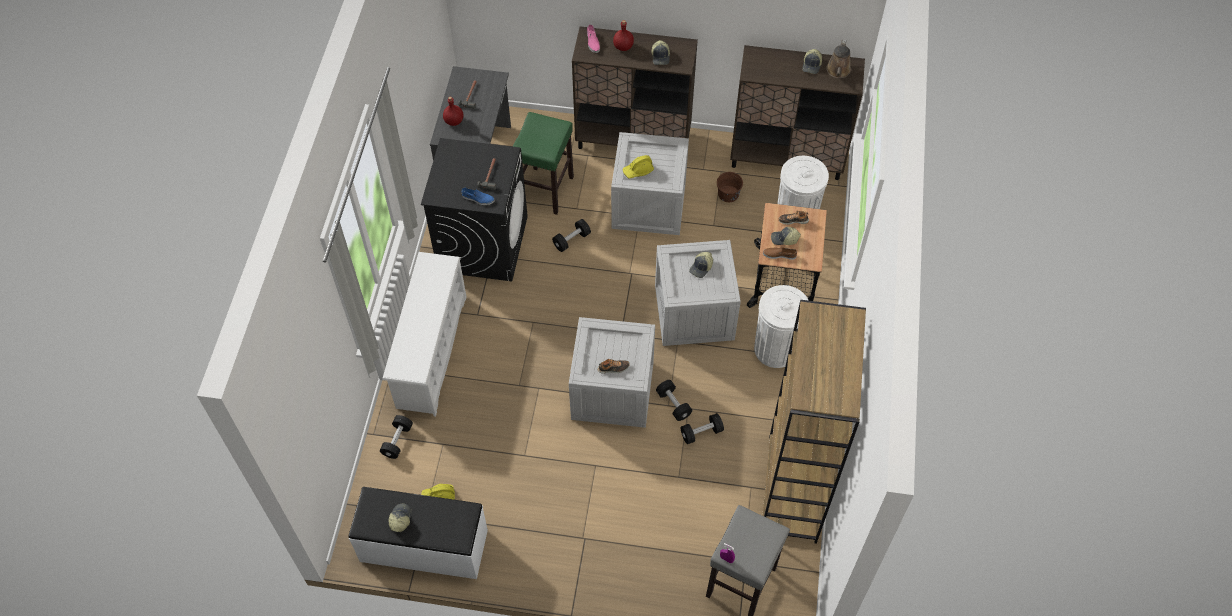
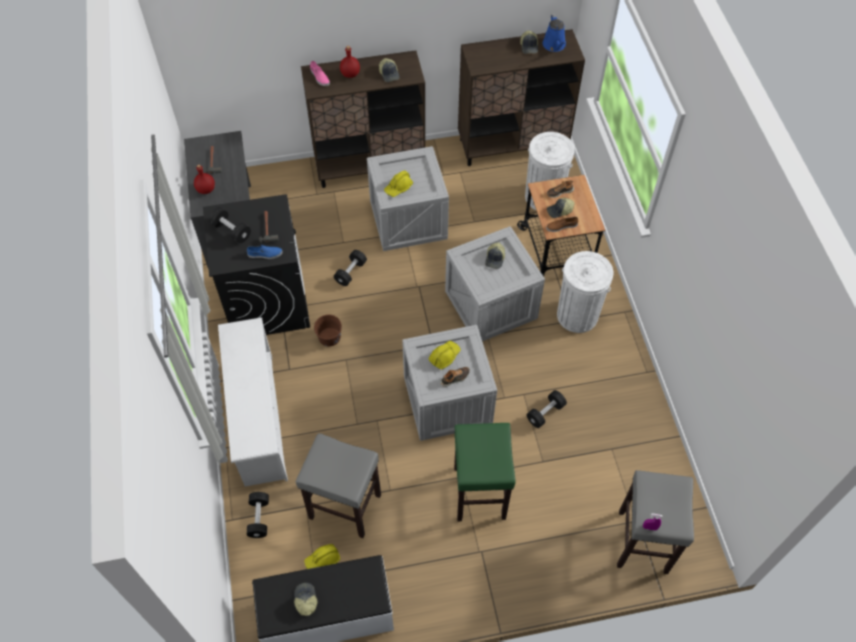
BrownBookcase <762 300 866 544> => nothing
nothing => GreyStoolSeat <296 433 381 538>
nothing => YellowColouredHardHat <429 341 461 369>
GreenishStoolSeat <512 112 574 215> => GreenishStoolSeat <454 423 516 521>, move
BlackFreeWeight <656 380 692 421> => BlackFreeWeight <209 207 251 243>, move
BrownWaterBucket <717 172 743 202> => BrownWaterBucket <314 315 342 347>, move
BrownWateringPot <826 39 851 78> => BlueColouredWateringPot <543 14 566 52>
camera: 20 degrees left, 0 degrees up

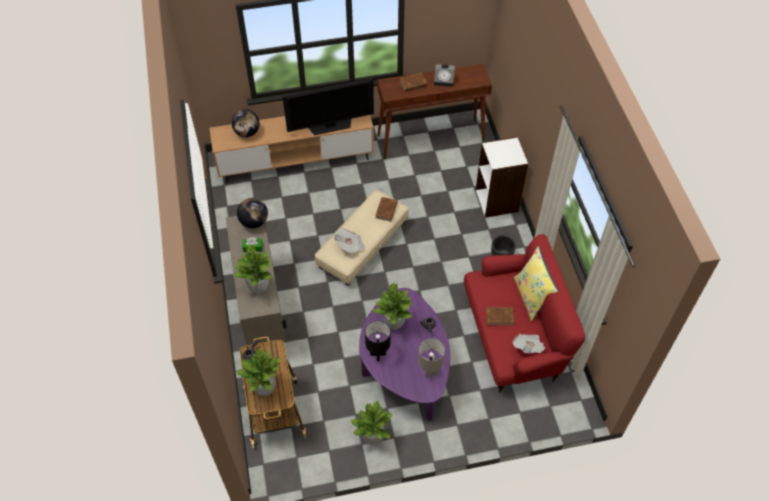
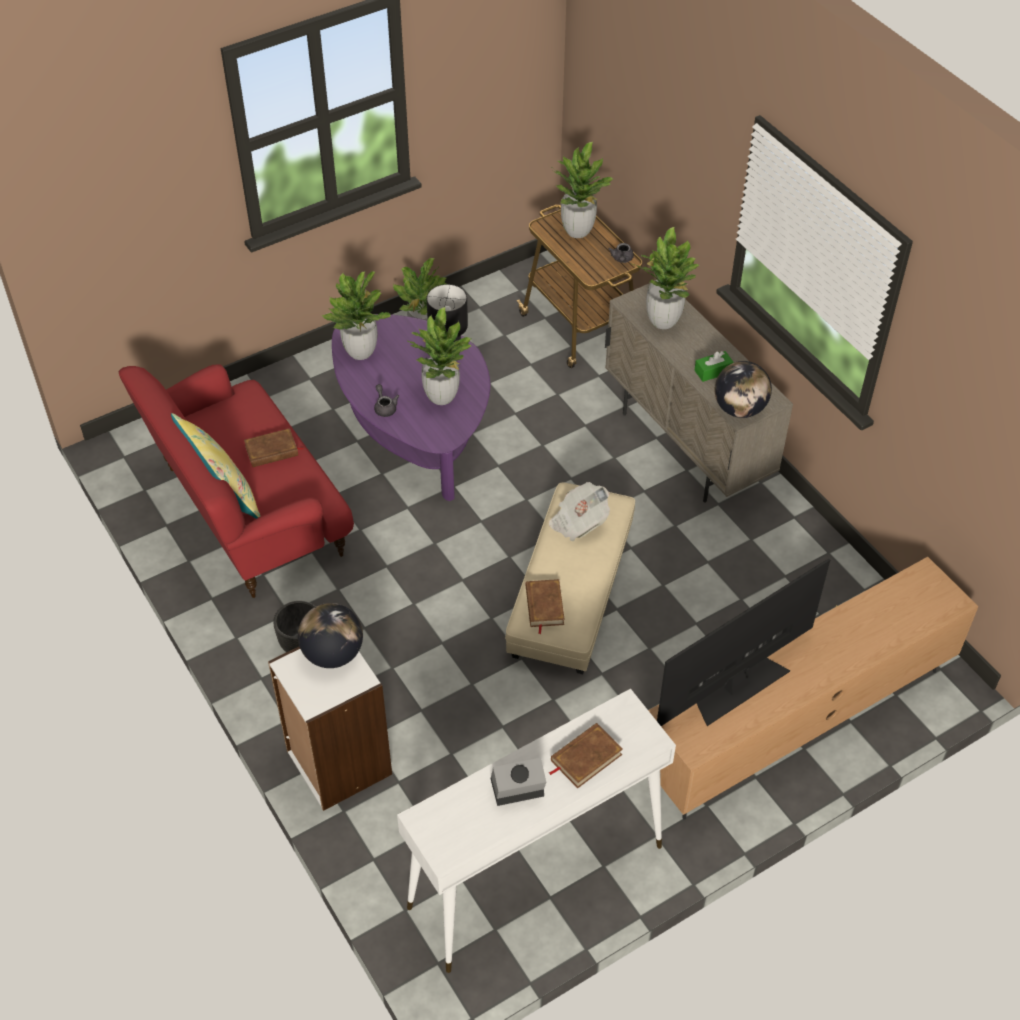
DailyPaper <512 334 545 353> => nothing
WorldGlobe <232 109 259 137> => WorldGlobe <298 603 363 668>, move
GreyLampForATable <418 338 445 379> => Houseplant <321 271 390 360>
BrownHallTable <377 64 492 160> => WhiteColouredHallTable <397 689 676 973>
camera: 160 degrees right, 5 degrees down

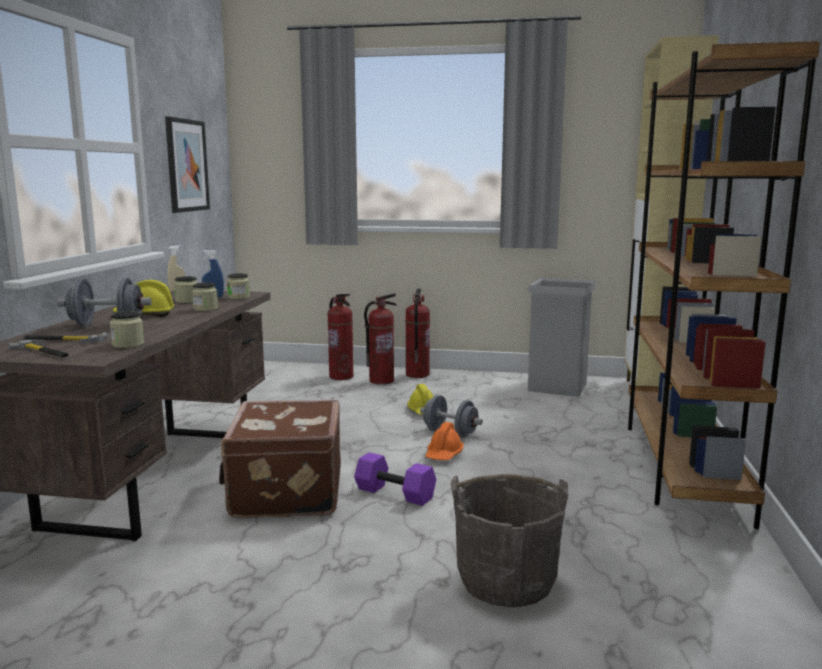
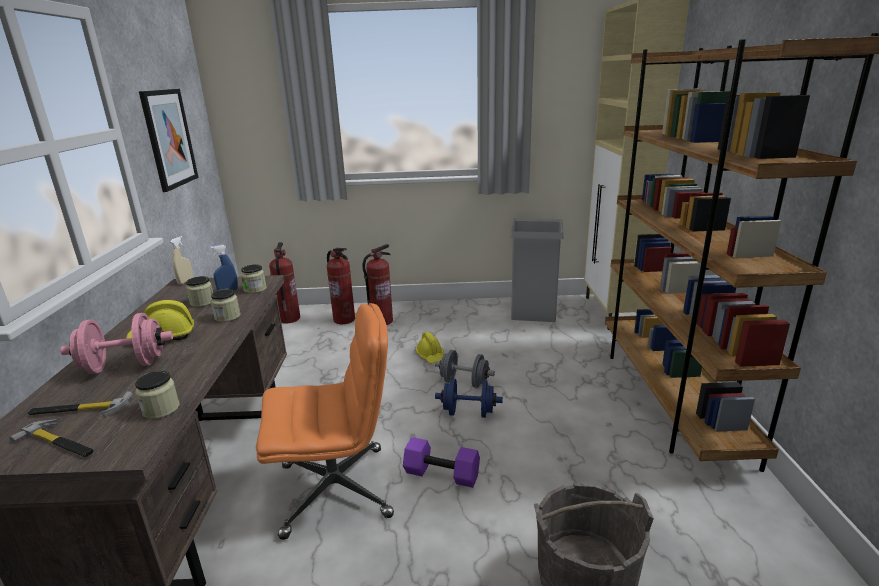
FireExtinguisher <405 288 430 378> => FireExtinguisher <269 242 300 323>, move
BrownTravelCase <219 400 341 518> => OrangeyComputerChair <256 303 394 540>
OrangeyHardHat <425 422 464 460> => BlueColouredFreeWeight <435 379 503 418>
GreyFreeWeight <57 278 152 327> => PinkFreeWeight <60 313 173 374>
camera: 10 degrees left, 10 degrees up

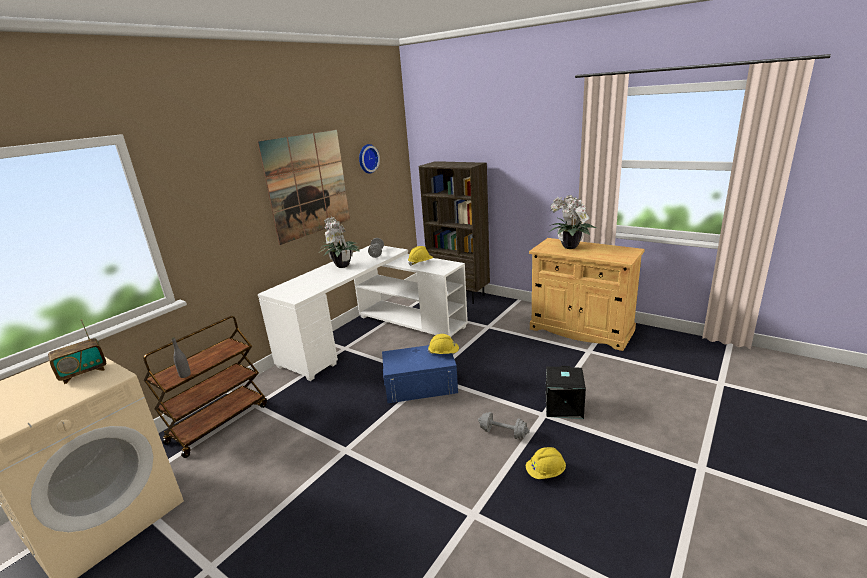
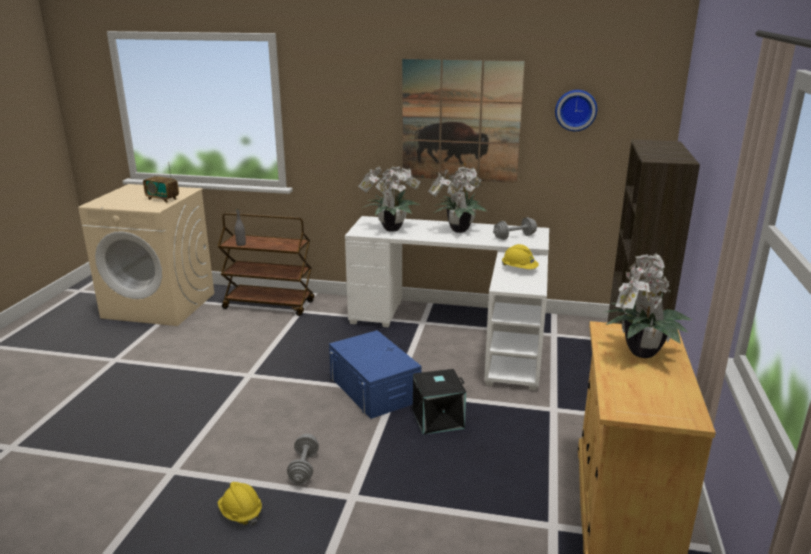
YellowColouredHardHat <428 334 459 354> => nothing
nothing => Houseplant <358 165 421 232>
BlackStorageBox <546 366 586 419> => BlackStorageBox <413 369 466 435>, move
camera: 65 degrees right, 0 degrees up

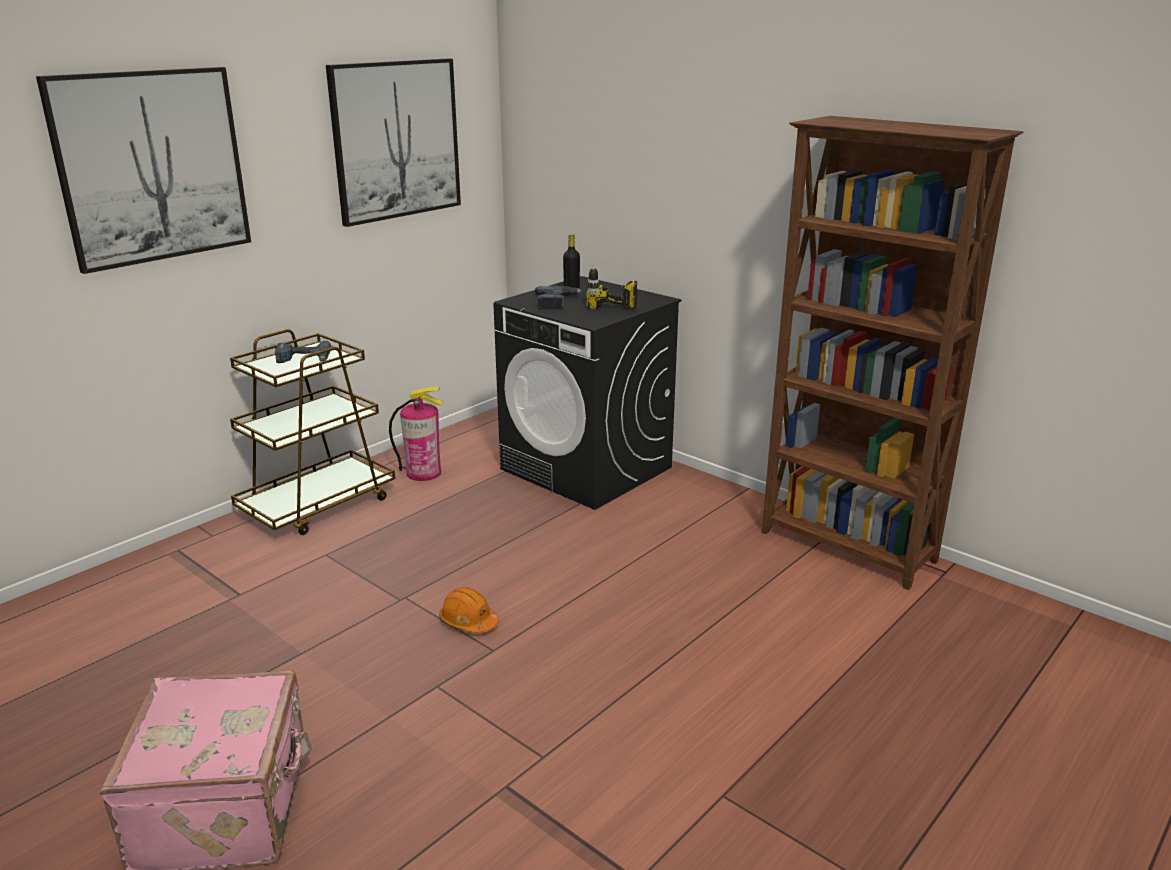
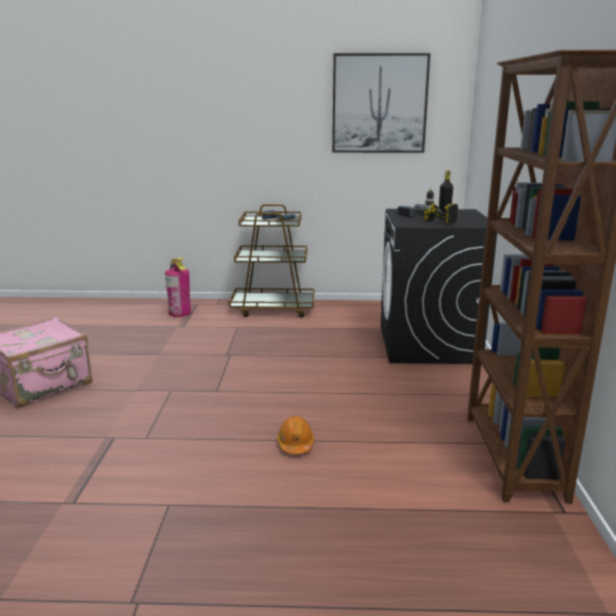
WallArt <36 67 251 274> => nothing
FireExtinguisher <389 387 443 481> => FireExtinguisher <165 258 191 317>, move
OrangeyHardHat <439 587 499 633> => OrangeyHardHat <277 416 314 454>, move
camera: 50 degrees right, 5 degrees down

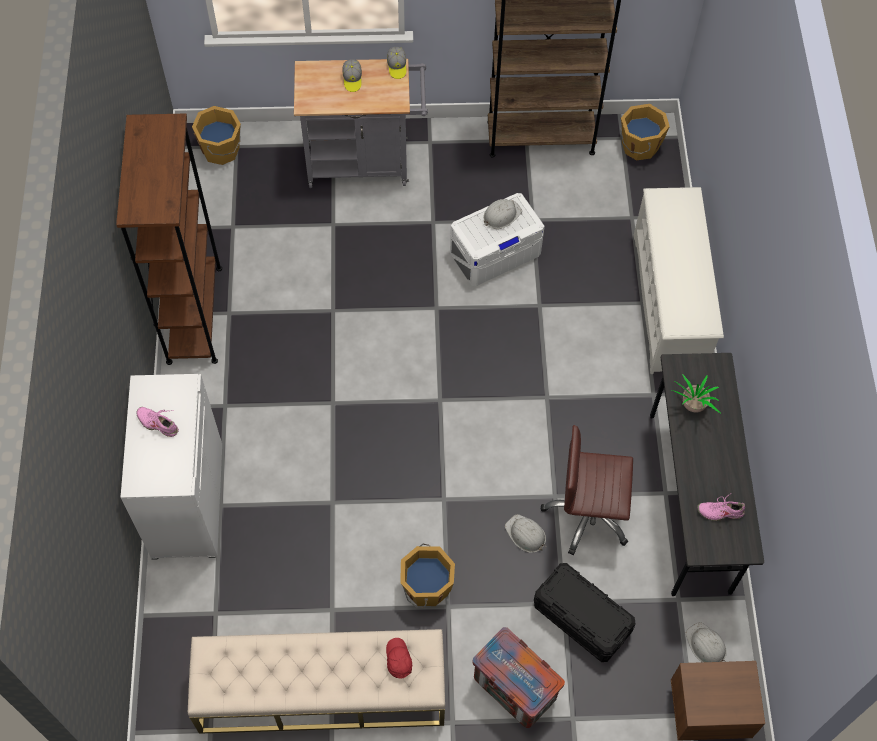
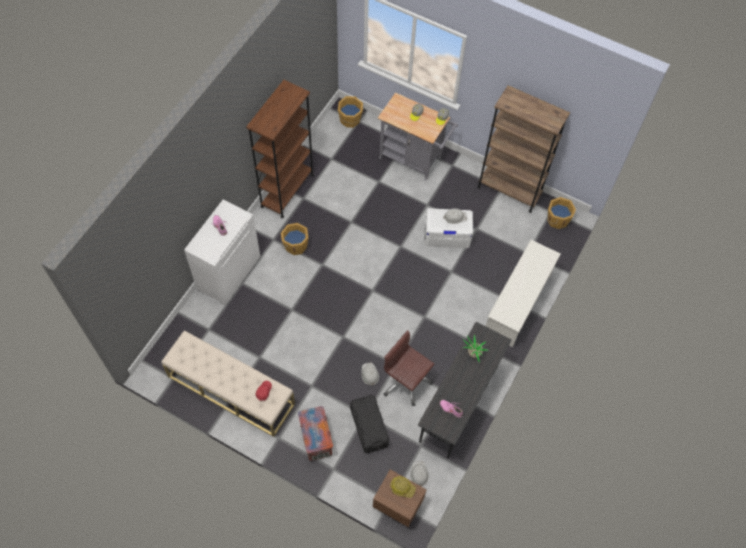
nothing => HardHat <390 476 416 498>
OrangeyWaterBucket <400 543 455 608> => OrangeyWaterBucket <281 223 308 255>, move
camera: 30 degrees right, 0 degrees up

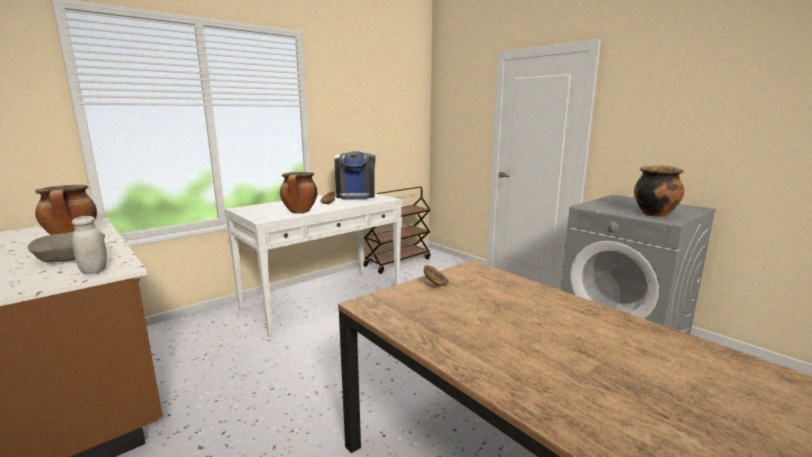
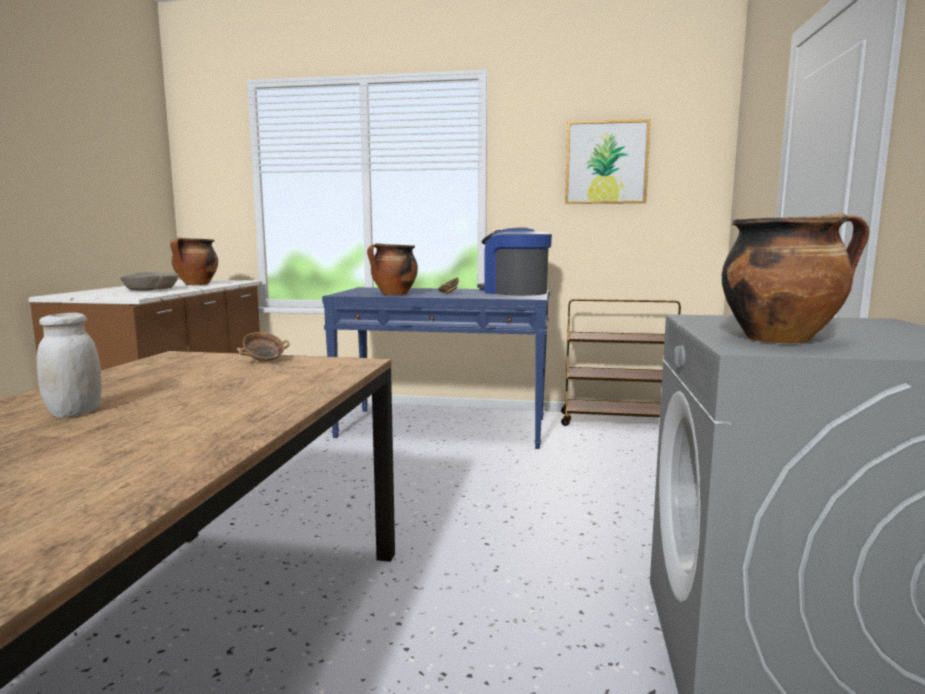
nothing => WallArt <565 119 651 204>
WhiteColouredJar <72 216 107 274> => WhiteColouredJar <37 313 102 418>, move
WhiteColouredHallTable <224 193 402 337> => BlueColouredHallTable <322 287 550 449>
CoffeeBrewer <335 151 376 199> => CoffeeBrewer <477 227 552 296>, 90 degrees clockwise
camera: 50 degrees right, 5 degrees down

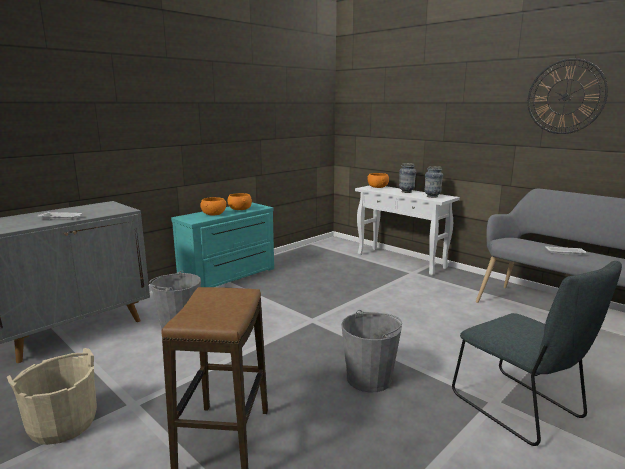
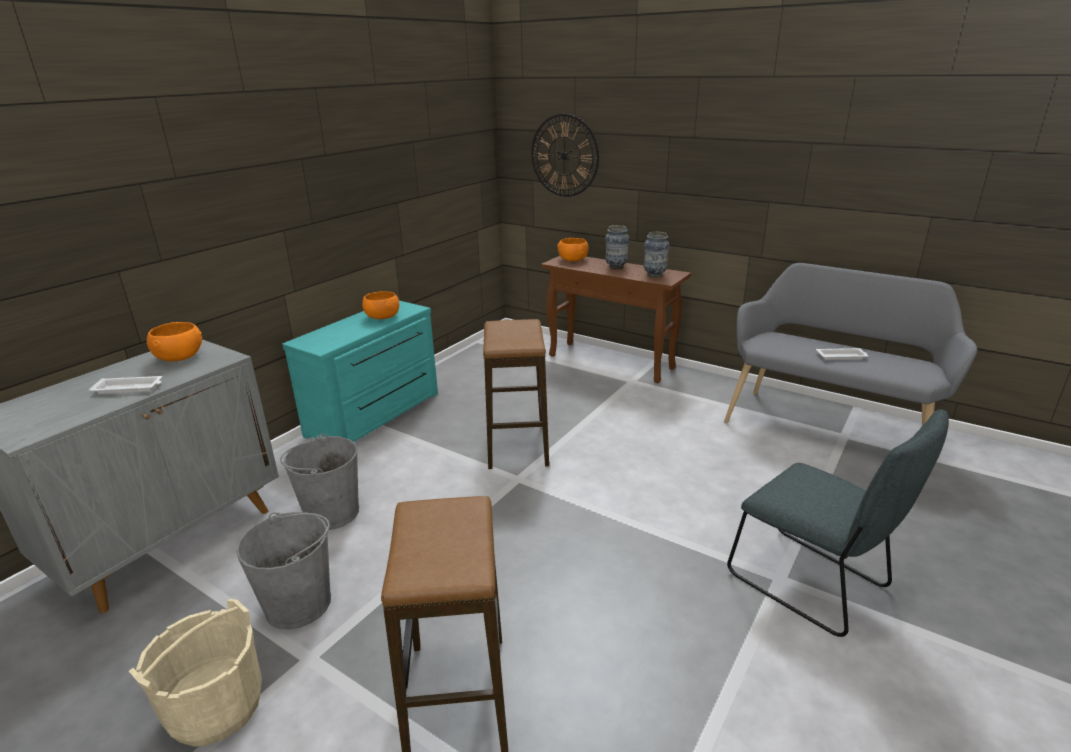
nothing => StoolSeat <483 319 549 469>
OrangeyServingBowl <200 197 226 215> => OrangeyServingBowl <147 322 202 361>, move
GreyWaterBucket <341 310 402 392> => GreyWaterBucket <236 512 331 629>, move
HangingClock <528 58 608 134> => HangingClock <531 114 599 197>, move
WhiteColouredHallTable <355 185 460 276> => BrownHallTable <541 256 691 383>
camera: 10 degrees left, 10 degrees up

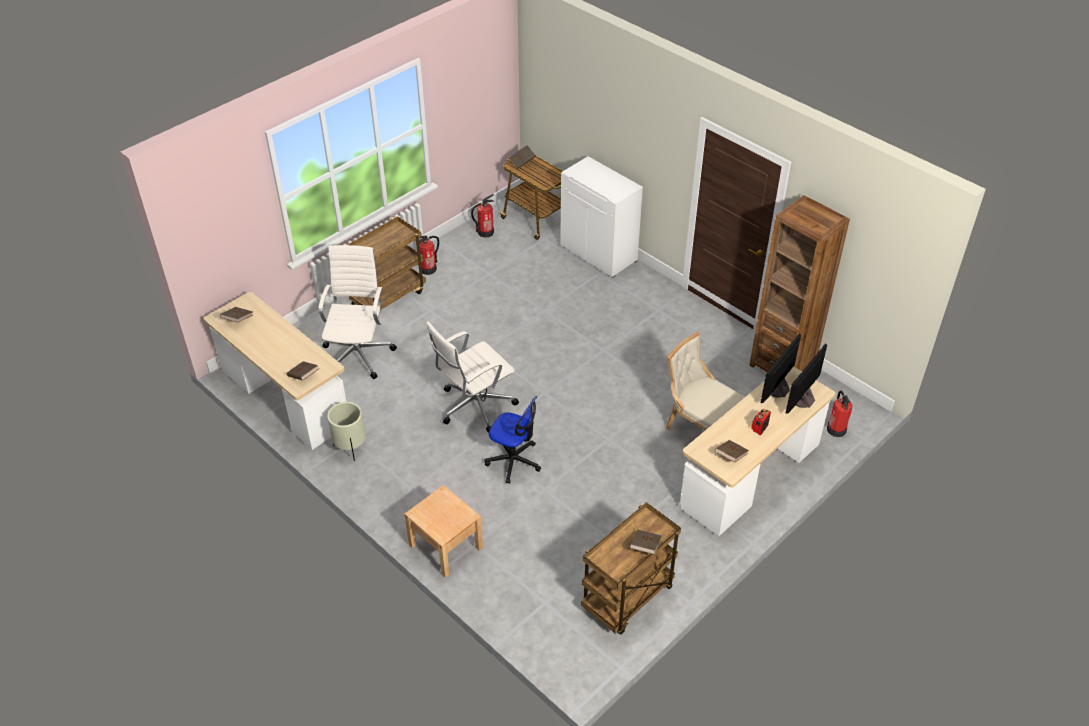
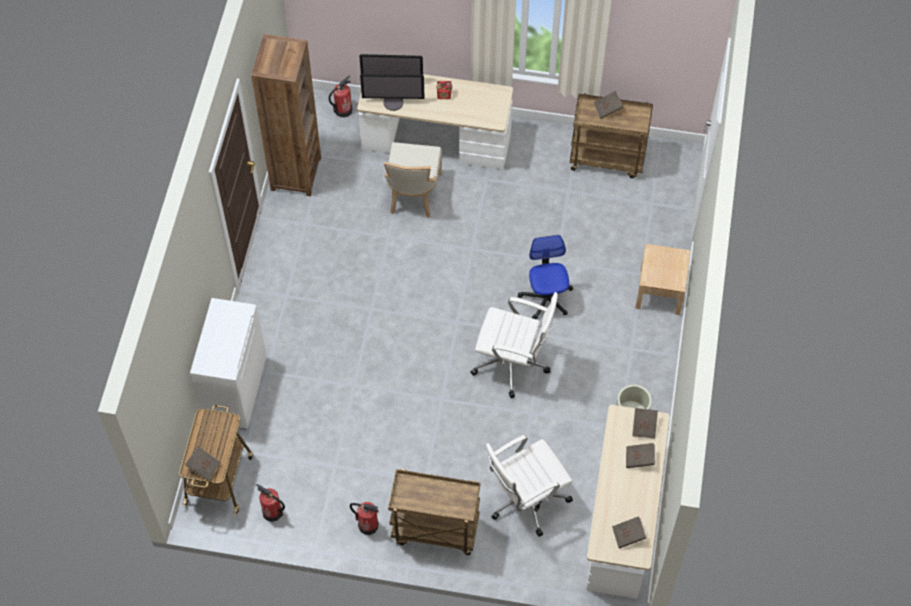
BrownBook <715 440 749 463> => BrownBook <626 443 655 468>, move
camera: 125 degrees left, 15 degrees up

